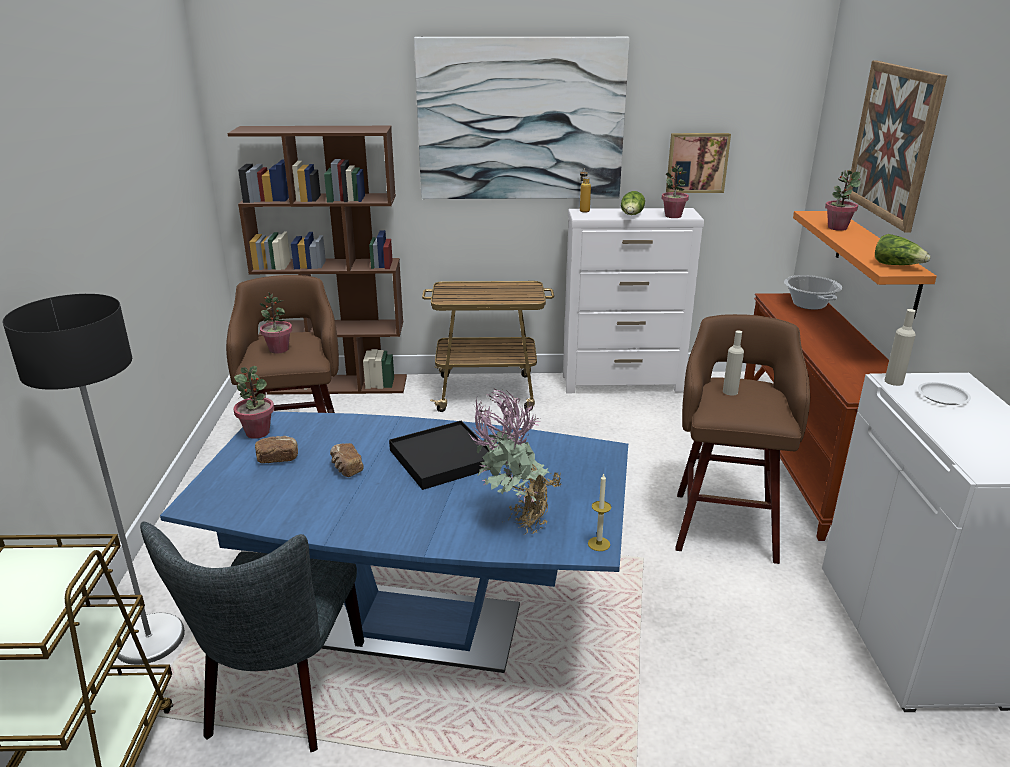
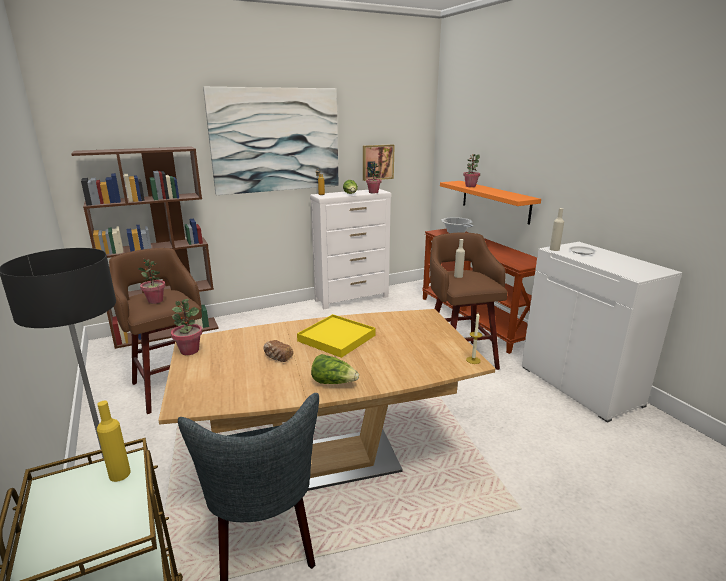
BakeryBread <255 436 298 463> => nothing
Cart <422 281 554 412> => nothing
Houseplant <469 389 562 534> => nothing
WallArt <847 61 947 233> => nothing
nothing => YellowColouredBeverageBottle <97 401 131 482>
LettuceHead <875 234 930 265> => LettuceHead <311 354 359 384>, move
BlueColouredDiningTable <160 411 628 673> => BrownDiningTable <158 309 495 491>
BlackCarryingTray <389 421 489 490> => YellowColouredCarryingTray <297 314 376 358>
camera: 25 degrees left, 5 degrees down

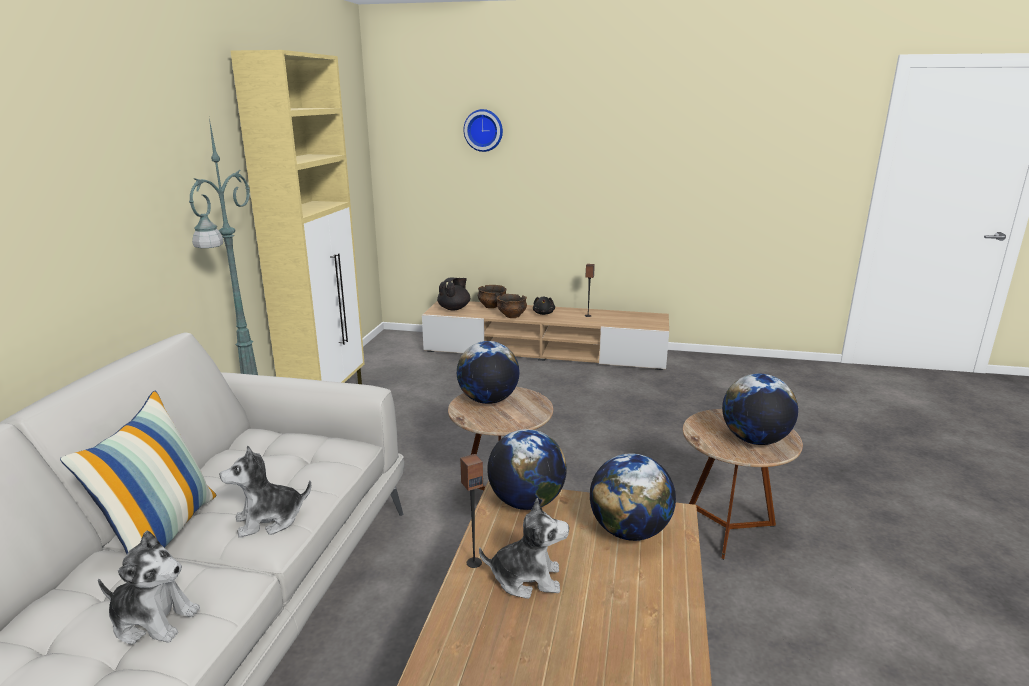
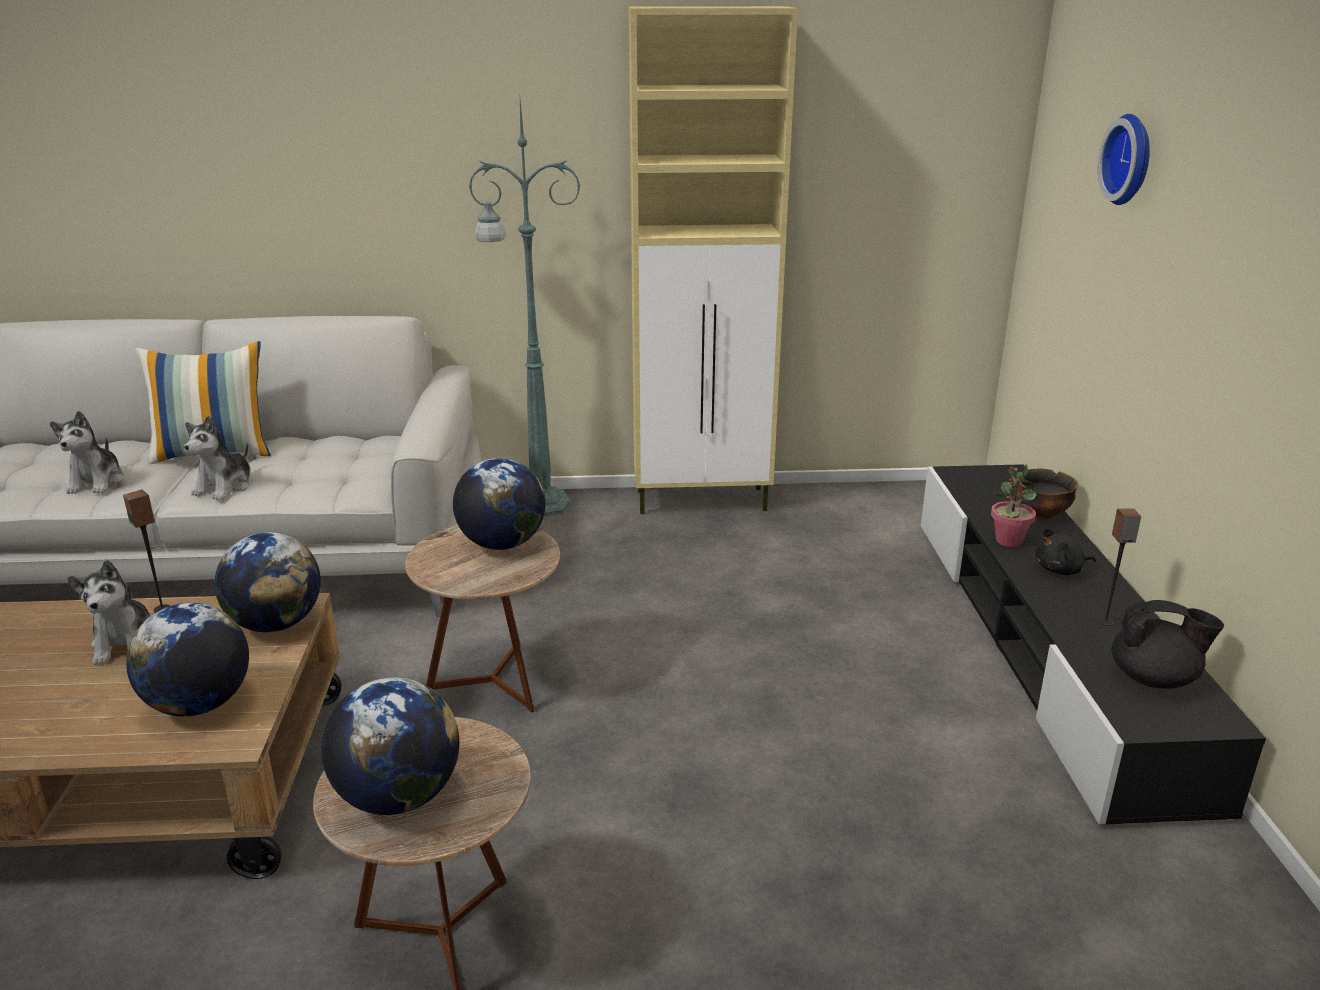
BlackPotForTea <437 277 470 310> => BlackPotForTea <1111 600 1224 689>, move
ServingBowl <497 294 527 318> => Houseplant <991 464 1037 547>
BeigeTvUnit <422 301 669 370> => BlackTvUnit <921 464 1266 825>
CuddlyToy <219 445 311 538> => CuddlyToy <184 416 252 501>, 120 degrees counterclockwise
camera: 75 degrees right, 5 degrees up

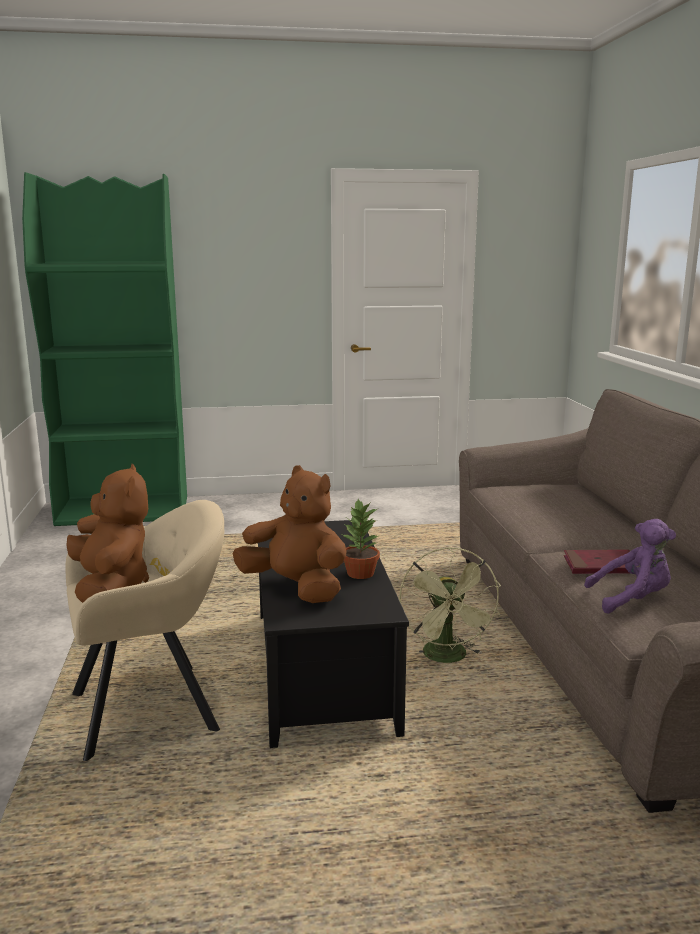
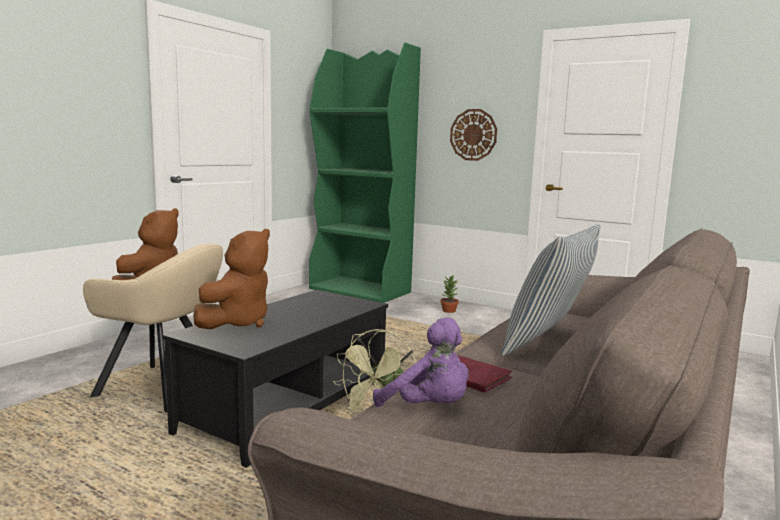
nothing => HangingClock <450 109 497 161>
nothing => Cushion <501 224 601 356>
Houseplant <343 499 380 579> => Houseplant <440 275 459 313>, move
BrownCuddlyToy <233 465 346 603> => BrownCuddlyToy <193 229 270 329>, 45 degrees clockwise
camera: 40 degrees right, 5 degrees down

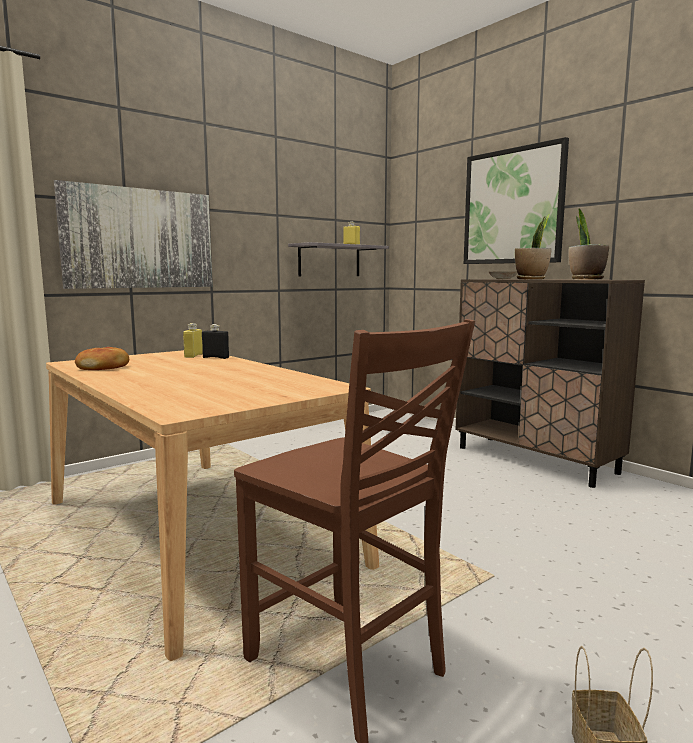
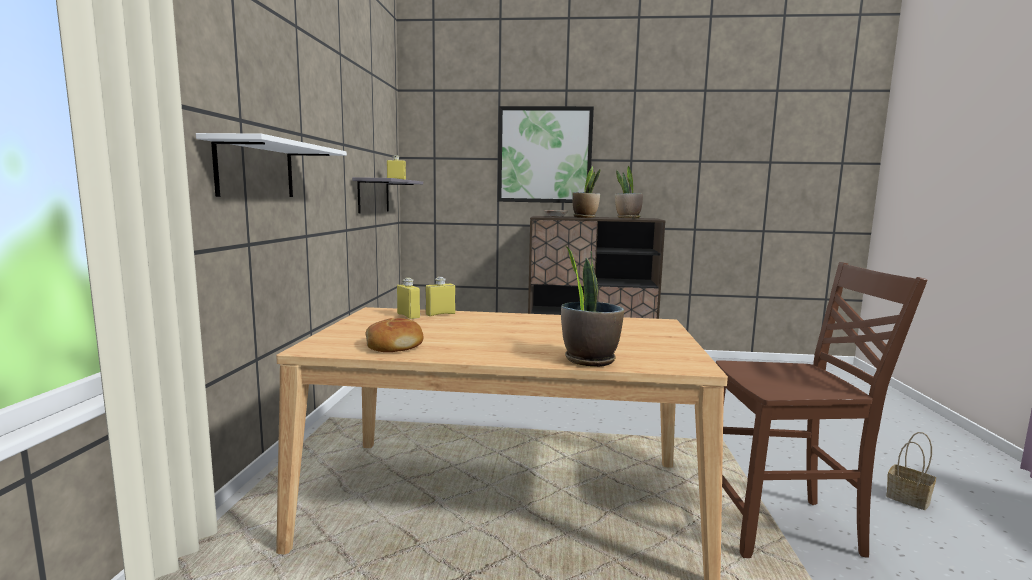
nothing => Houseplant <561 246 624 367>
WallArt <54 180 212 289> => WhiteColouredBracketShelf <196 133 347 197>
BlackBeverageBottle <202 324 229 359> => YellowColouredBeverageBottle <426 277 455 316>
camera: 45 degrees left, 0 degrees up

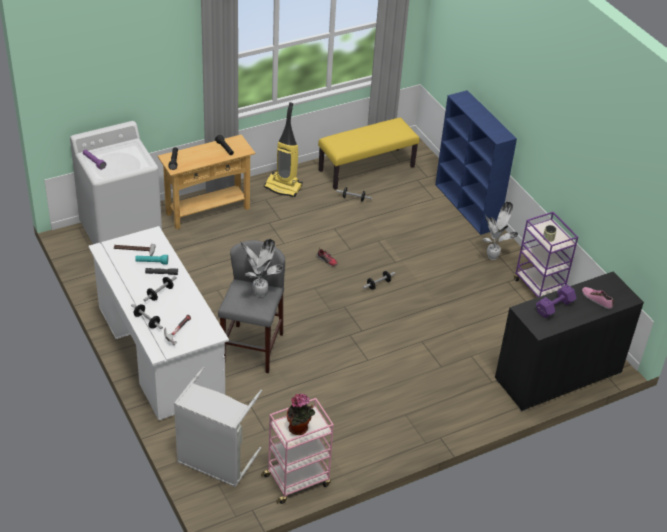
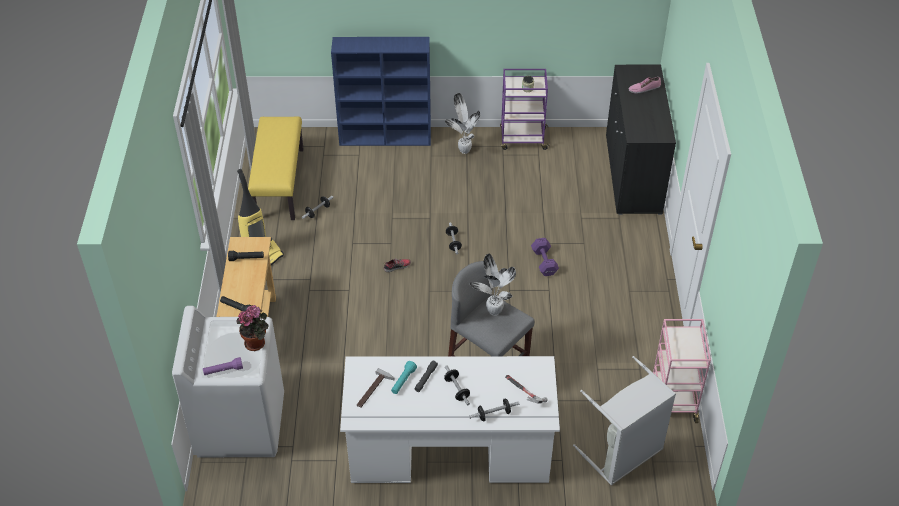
Houseplant <287 393 315 435> => Houseplant <236 305 268 351>, move
PurpleFreeWeight <536 284 576 318> => PurpleFreeWeight <531 238 559 276>, move
camera: 60 degrees left, 5 degrees up

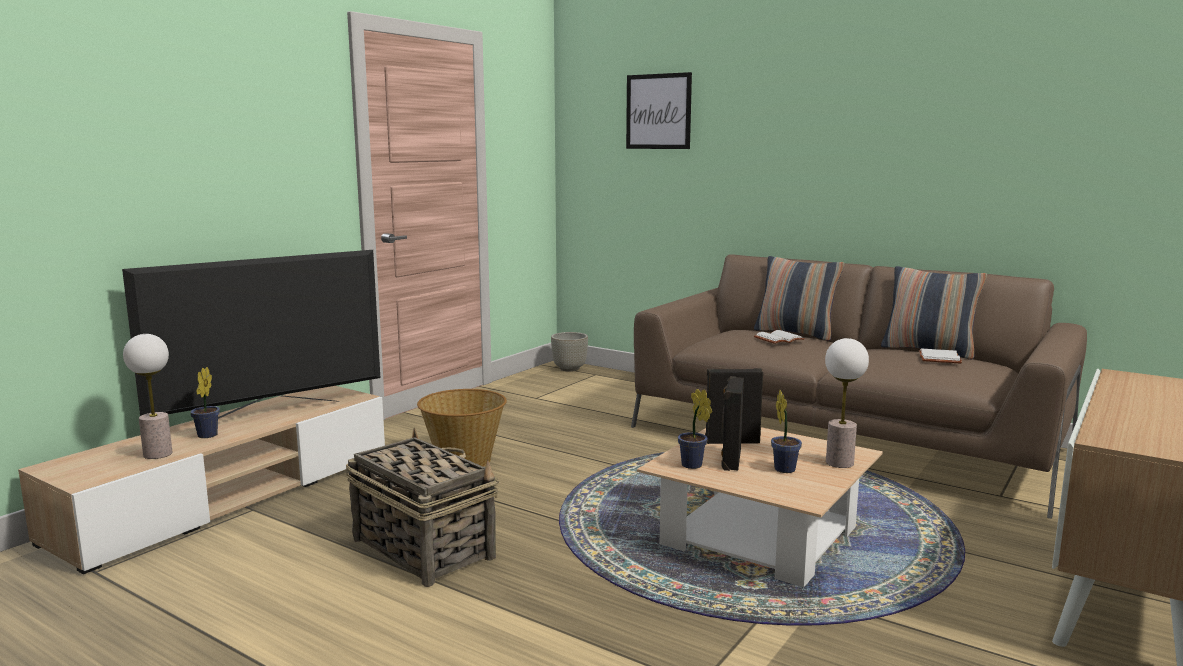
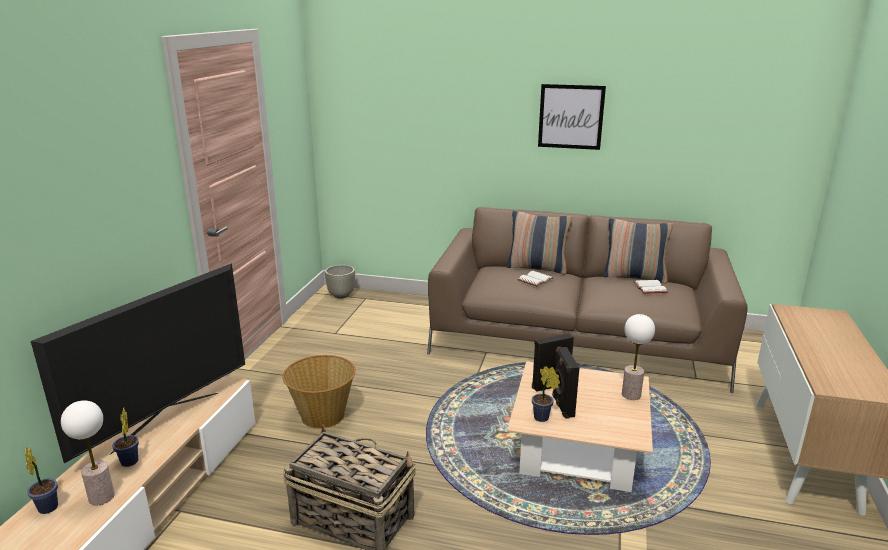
WallArt <626 72 692 149> => WallArt <538 84 606 150>, move
Houseplant <771 390 802 473> => Houseplant <25 447 58 514>, move
camera: 20 degrees left, 10 degrees up

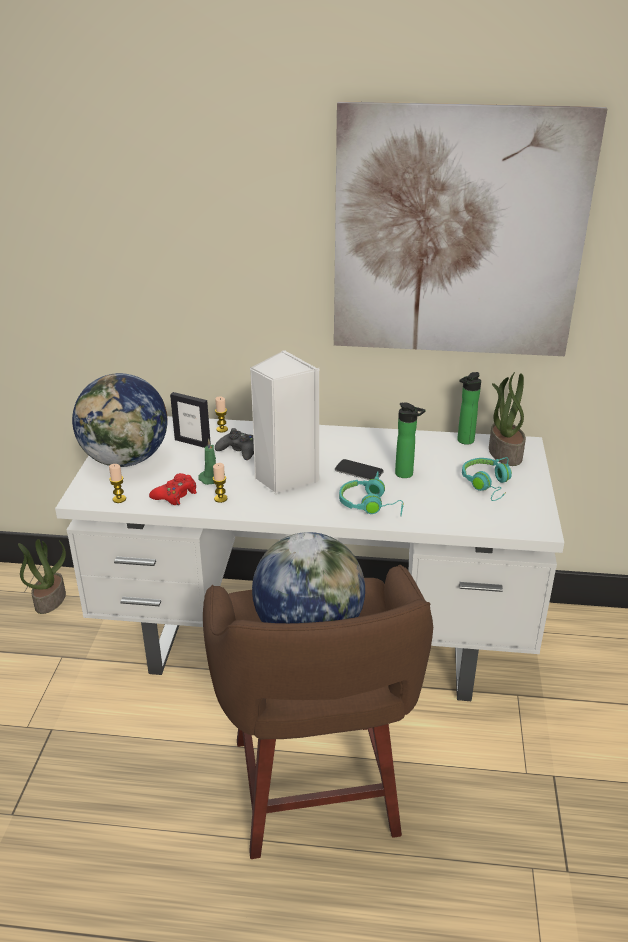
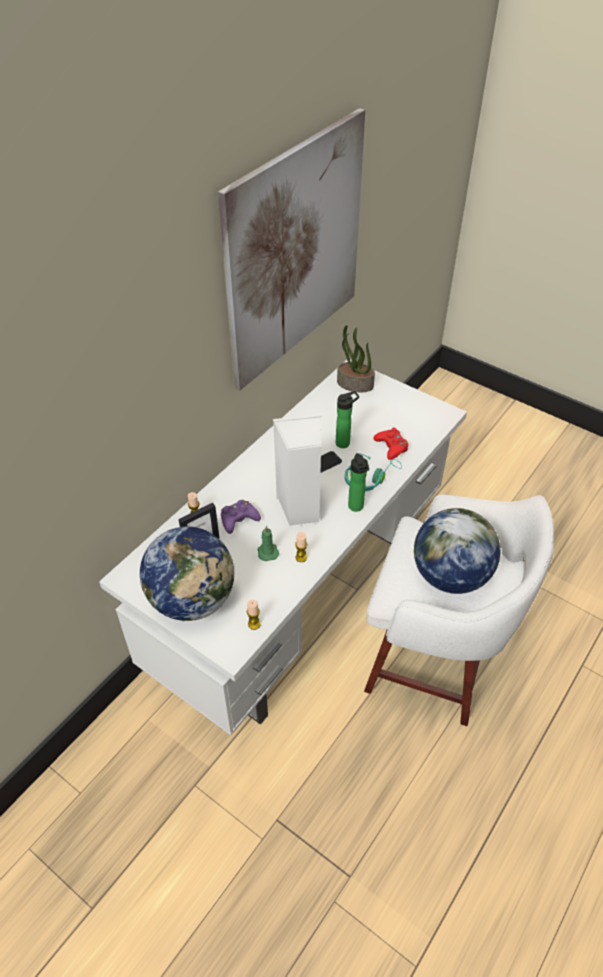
Houseplant <18 539 66 614> => nothing
BlueGreenHeadset <462 457 512 501> => nothing
RedColouredGameController <149 473 197 505> => RedColouredGameController <373 427 408 460>, move
BeverageBottle <457 372 481 445> => BeverageBottle <348 453 369 512>, move
BrownStoolSeat <203 565 433 859> => WhiteColouredStoolSeat <364 494 554 726>
BlackGameController <215 428 254 460> => PurpleGameController <221 500 261 534>
camera: 60 degrees left, 15 degrees up

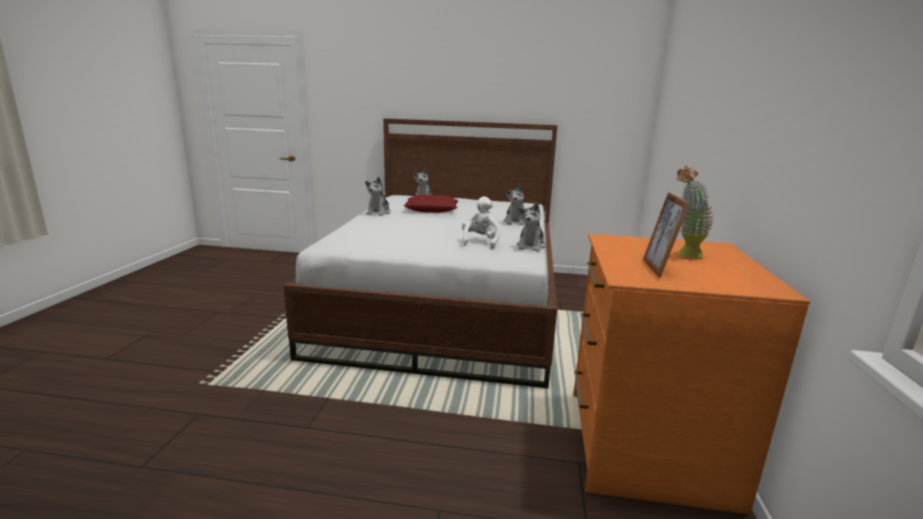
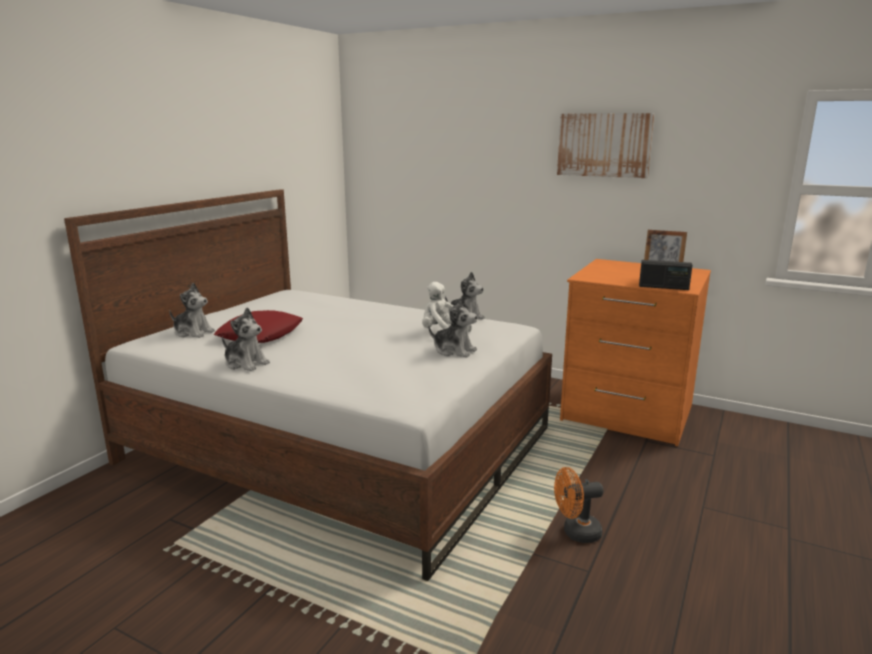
Houseplant <677 166 714 259> => nothing
nothing => OrangeyElectricFan <554 467 603 543>
nothing => WallArt <557 113 655 178>
nothing => Radio <639 260 692 290>
CuddlyToy <504 185 525 226> => CuddlyToy <429 297 477 357>, move
camera: 70 degrees left, 0 degrees up

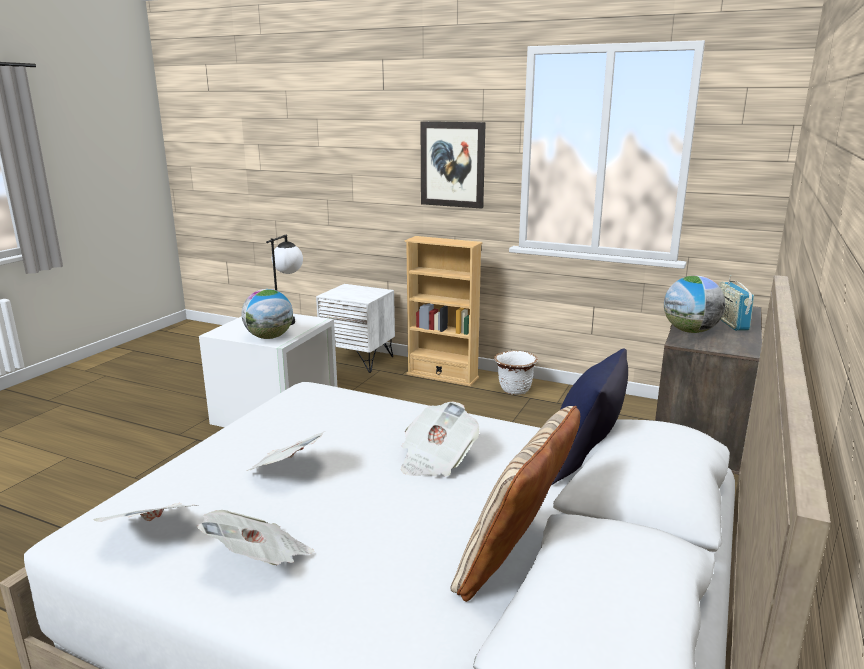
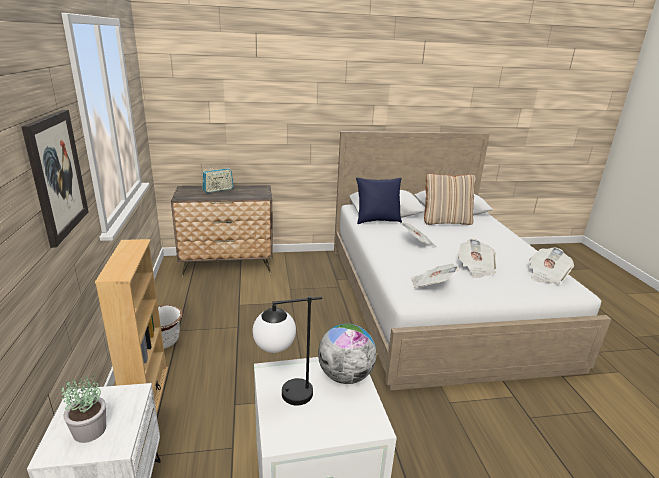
WorldGlobe <664 275 725 333> => nothing
nothing => Houseplant <61 374 106 443>
DailyPaper <197 510 314 565> => DailyPaper <411 264 459 288>, move
camera: 125 degrees left, 5 degrees up

